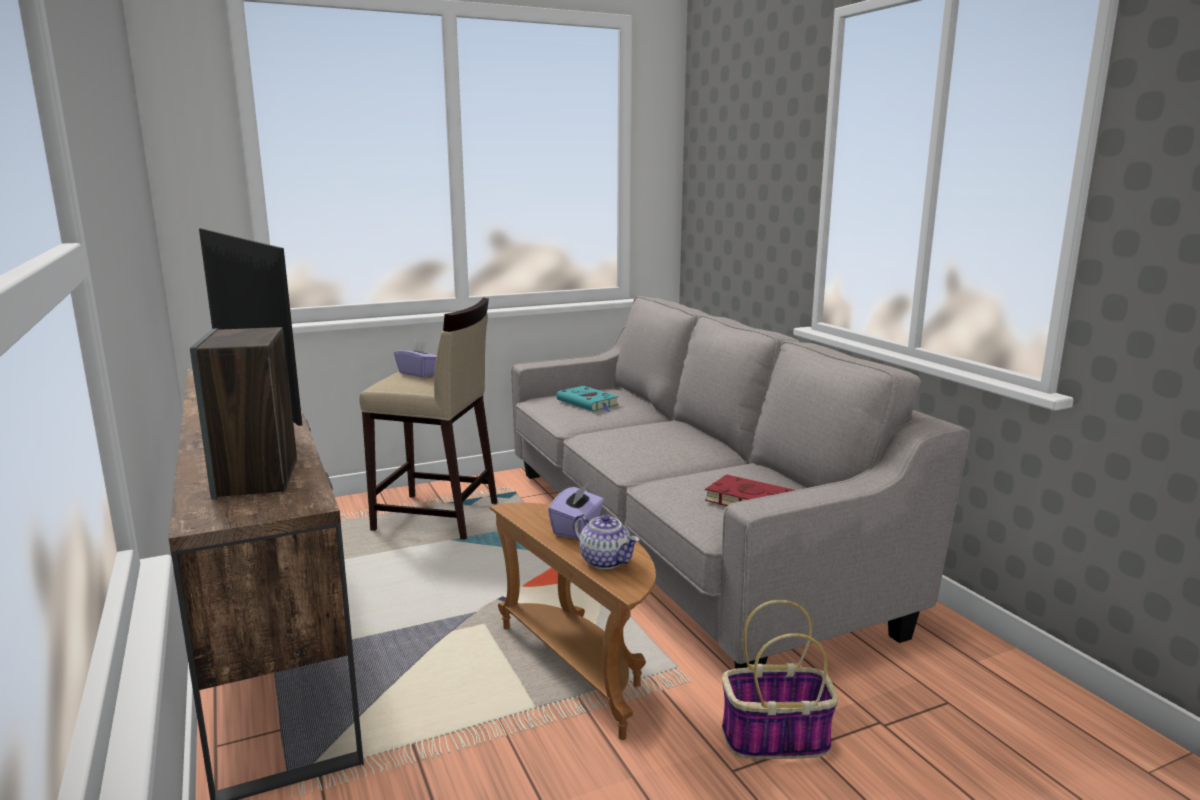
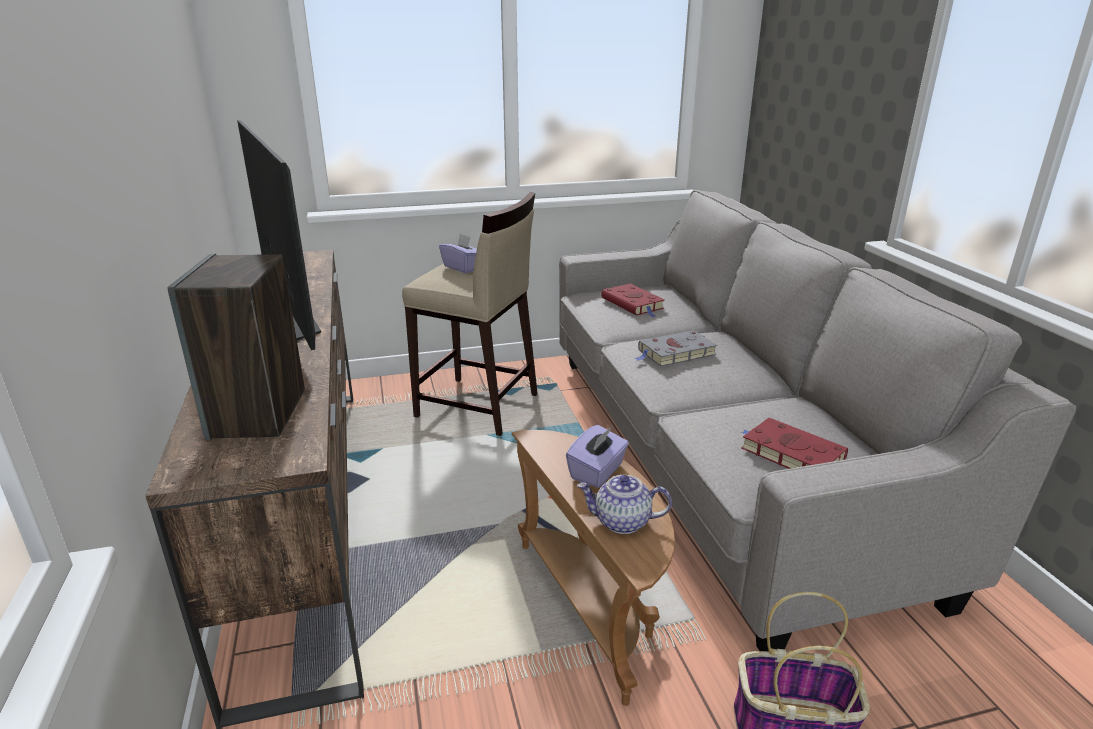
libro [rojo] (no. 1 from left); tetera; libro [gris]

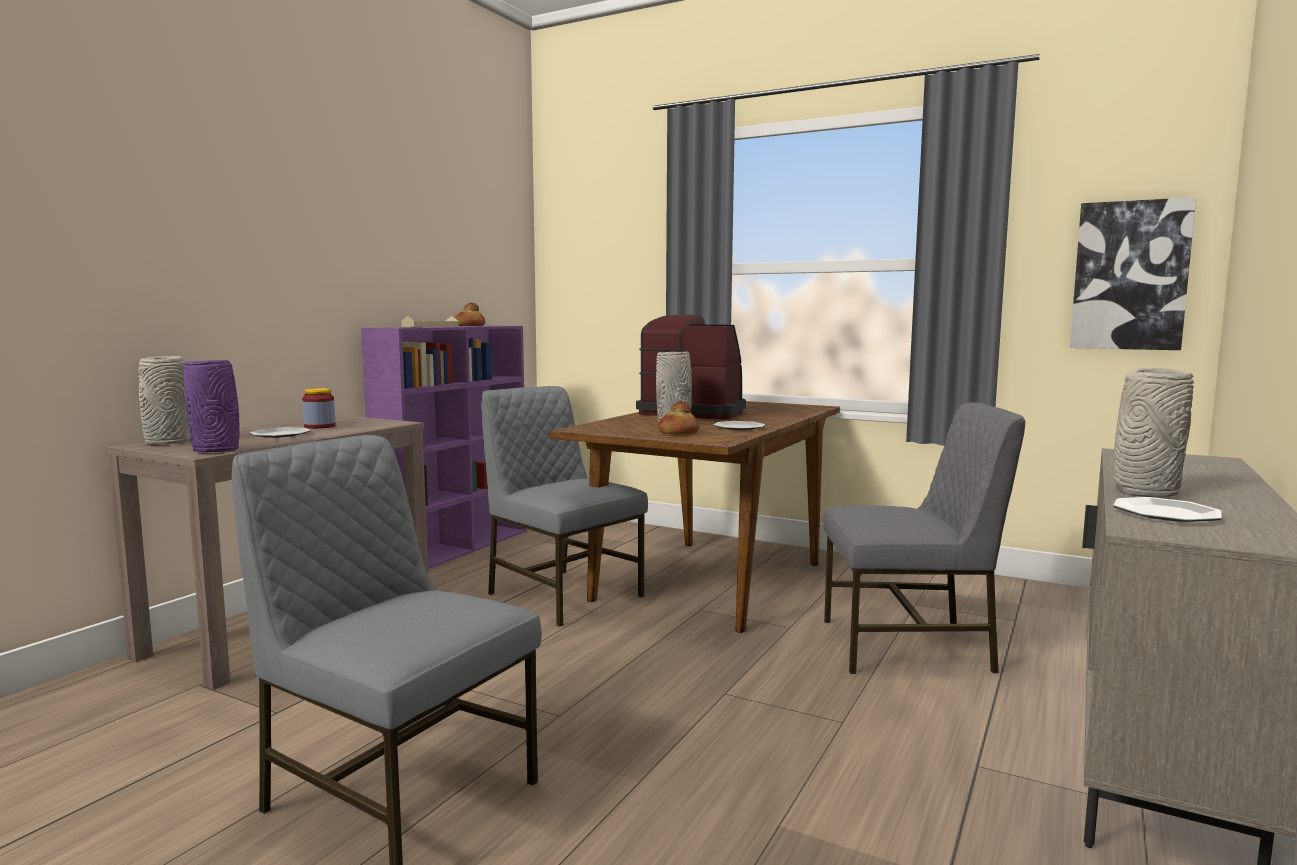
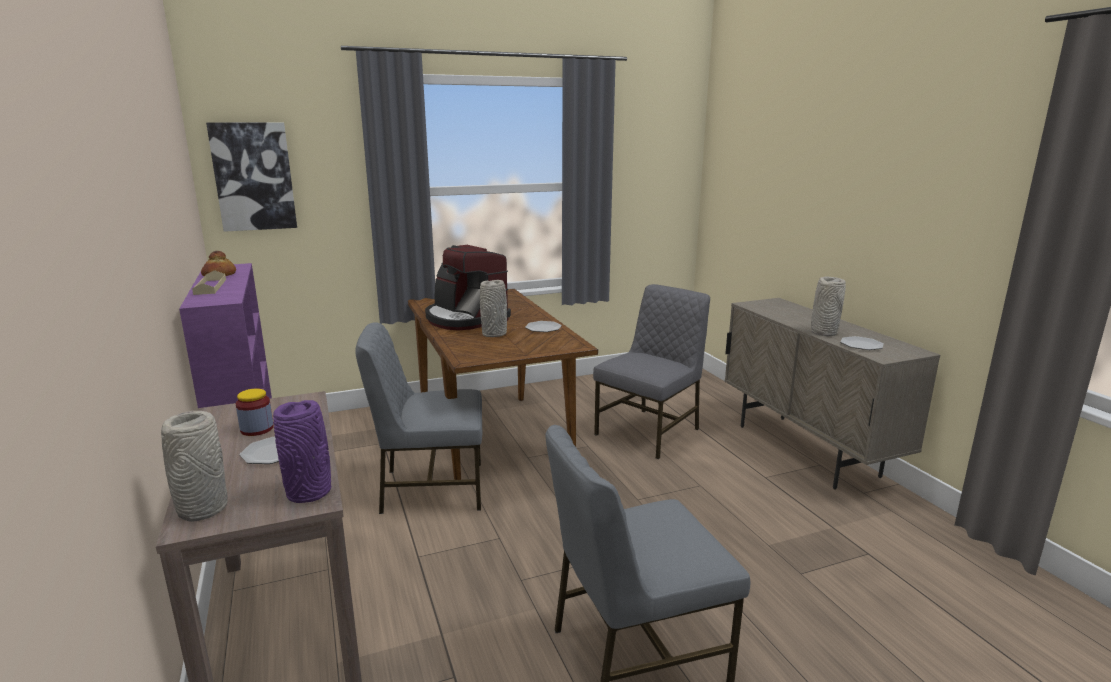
cuadro; cafetera; pan (no. 2 from left in the first image)

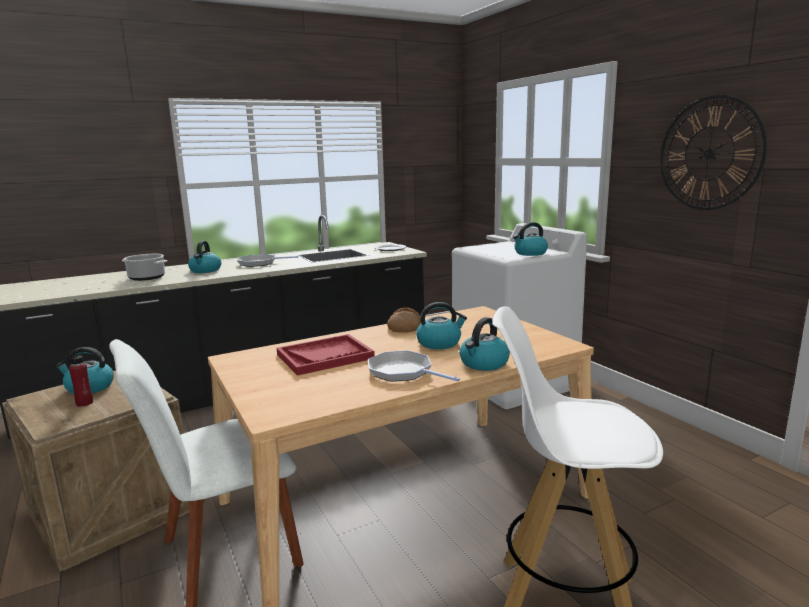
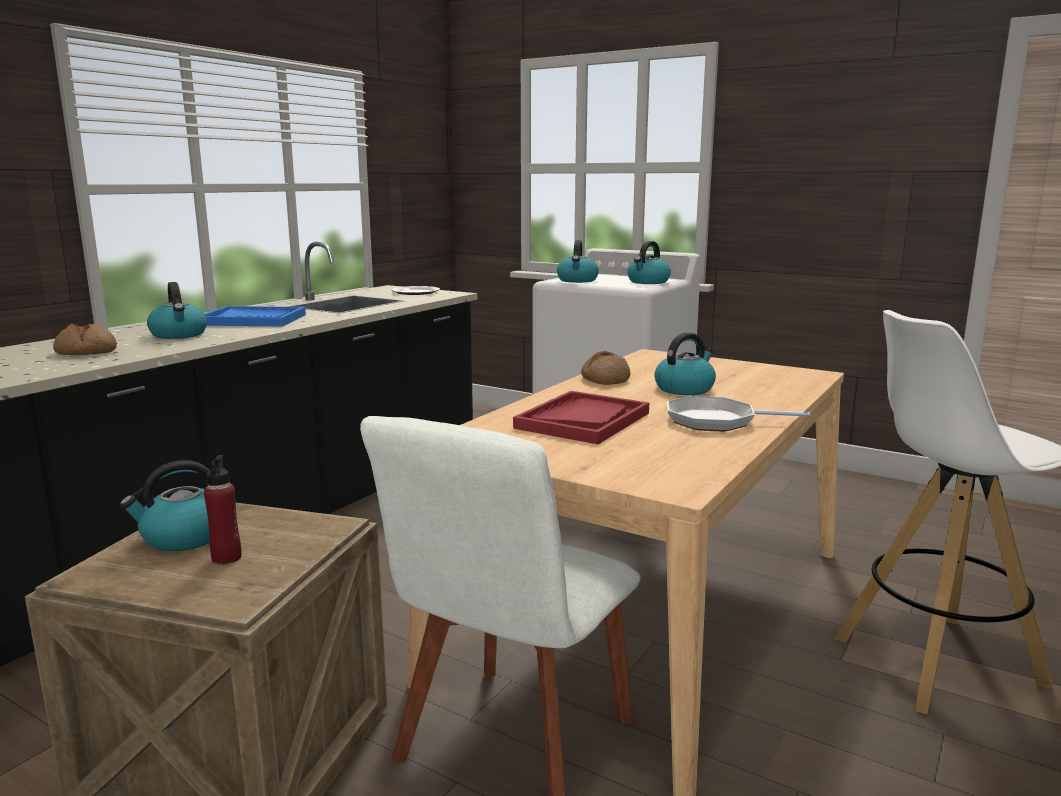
reloj de pared; pan (no. 1 from left); bandeja [azul]; hervidor (no. 3 from left)

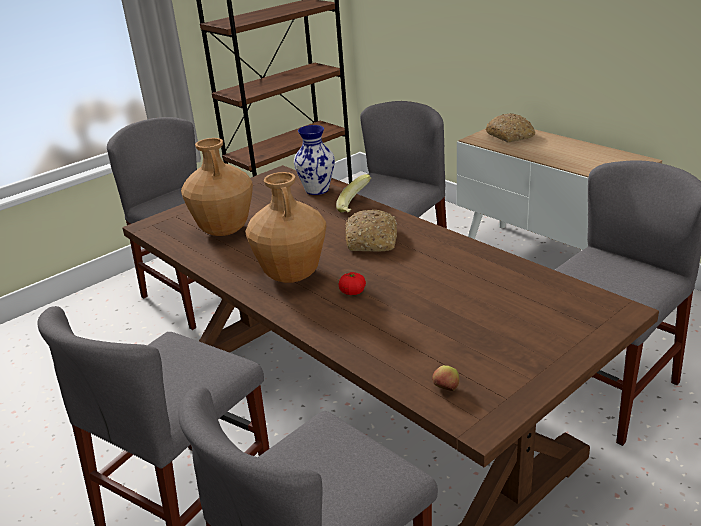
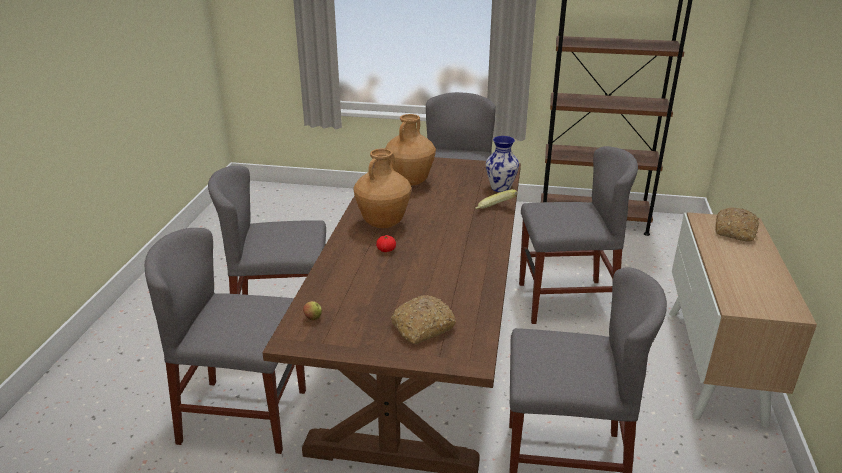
pan (no. 1 from left)

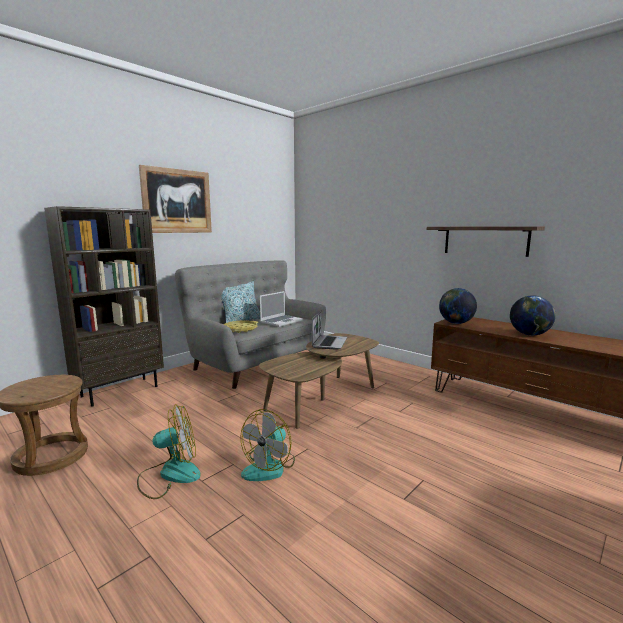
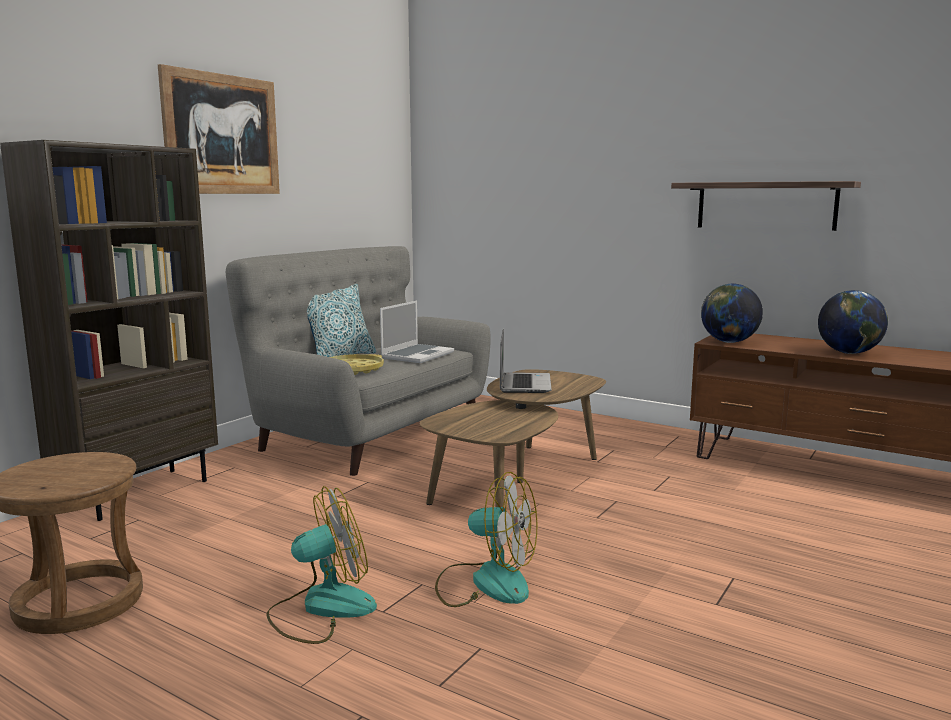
ventilador (no. 2 from left)

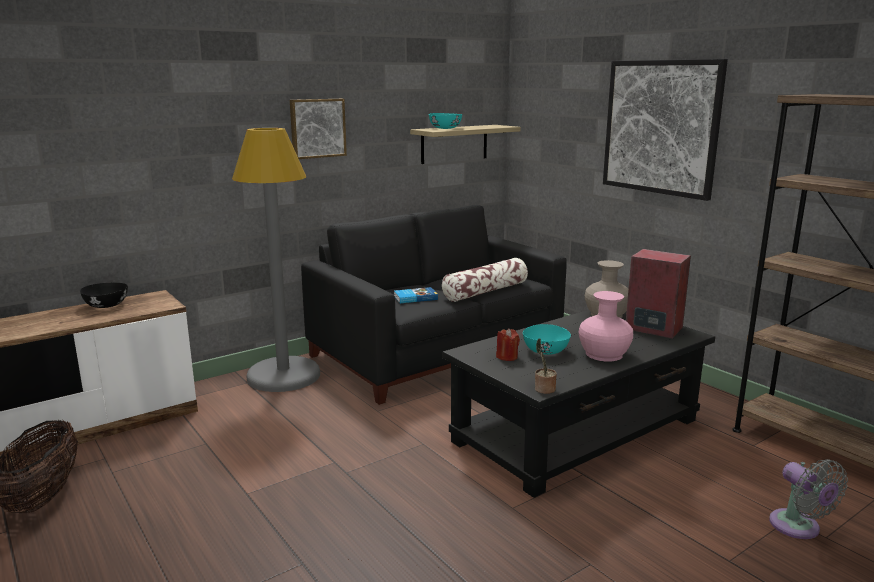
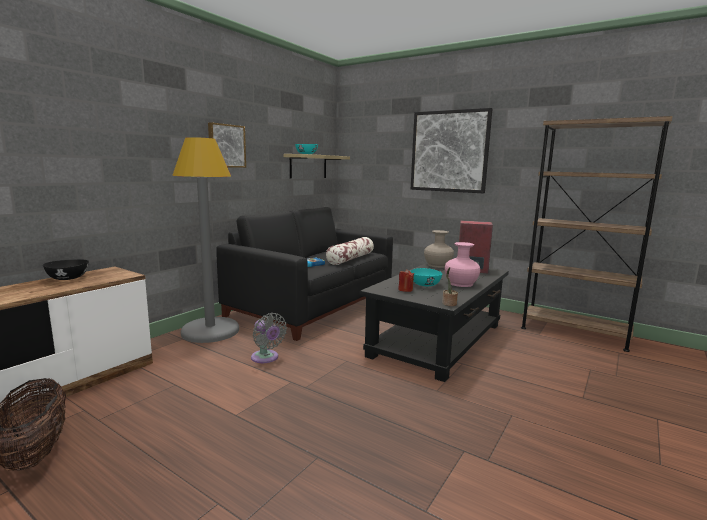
ventilador [gris]

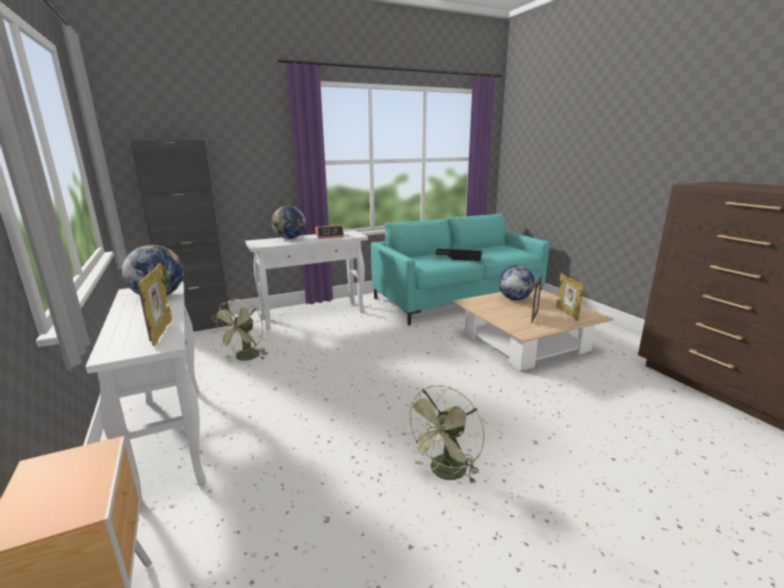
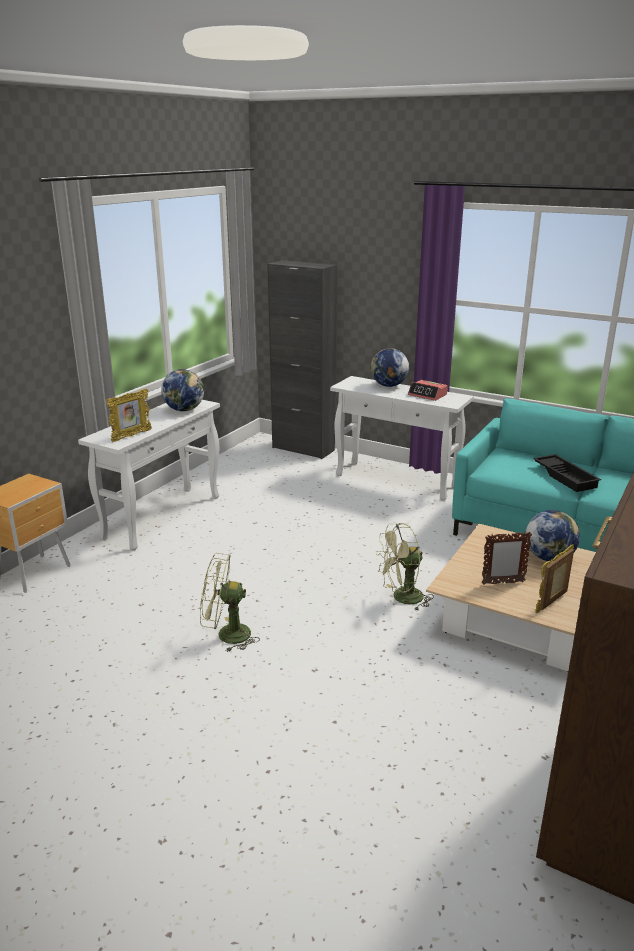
ventilador [verde] (no. 2 from left)

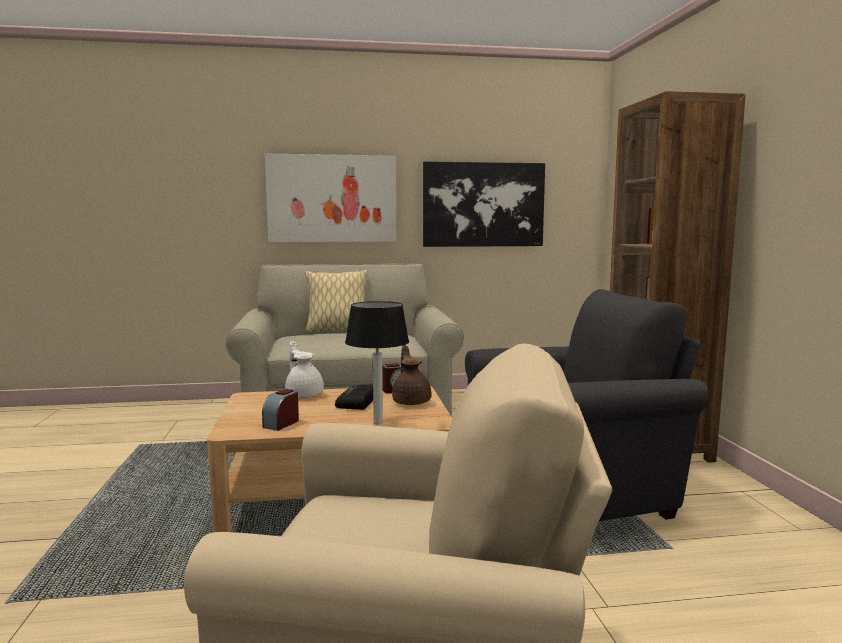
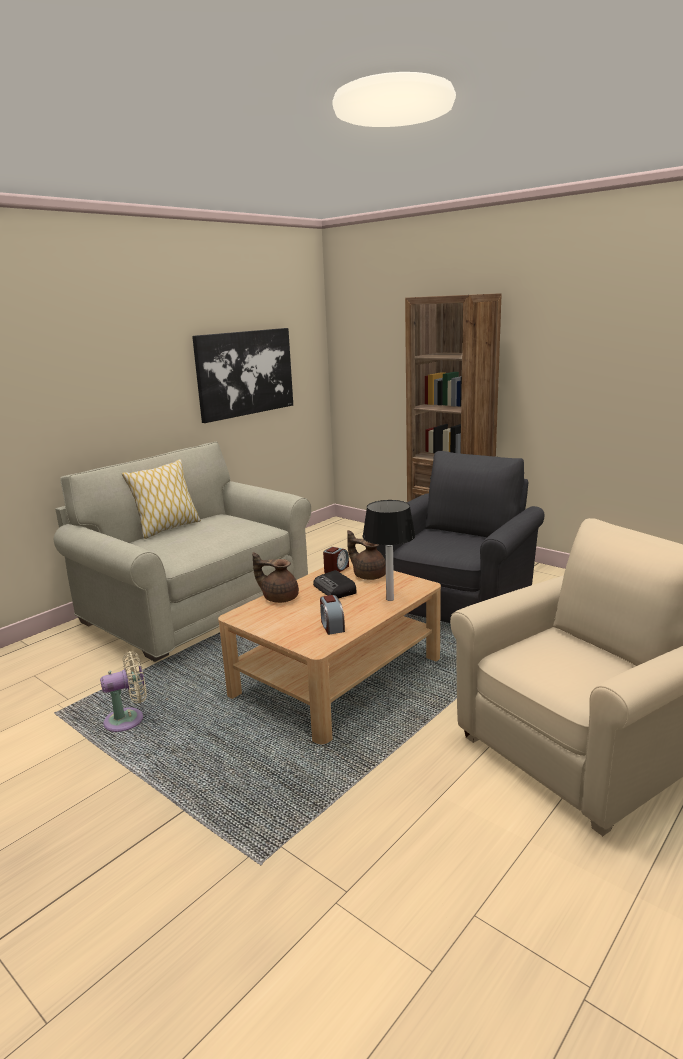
cuadro (no. 1 from left in the first image); tetera [marrón] (no. 1 from left); ventilador [beis]

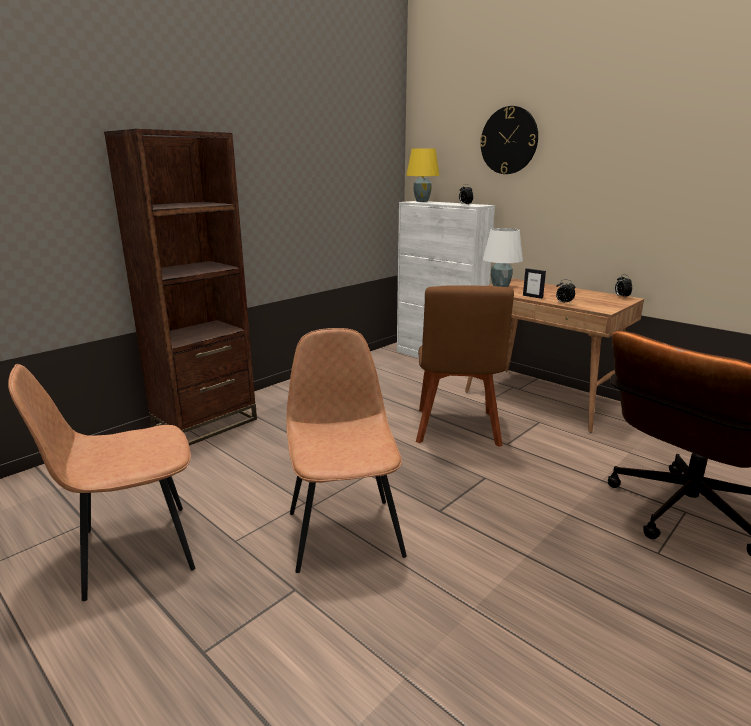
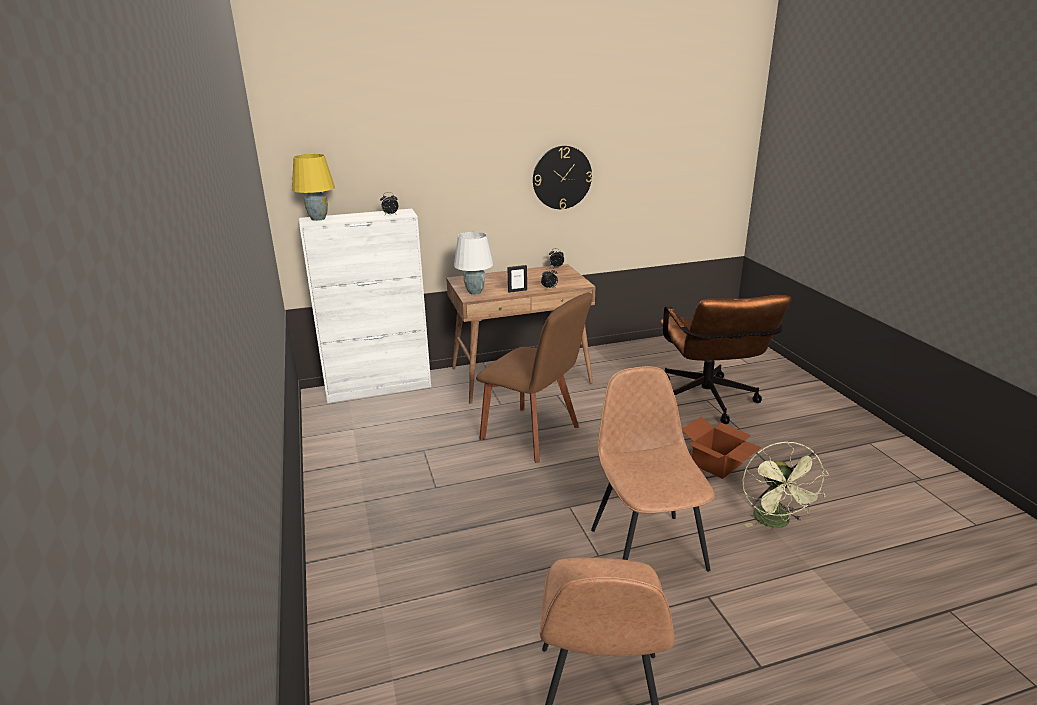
reloj de pared; estantería [marrón]; silla [marrón] (no. 3 from left); caja de cartón; ventilador [verde]

